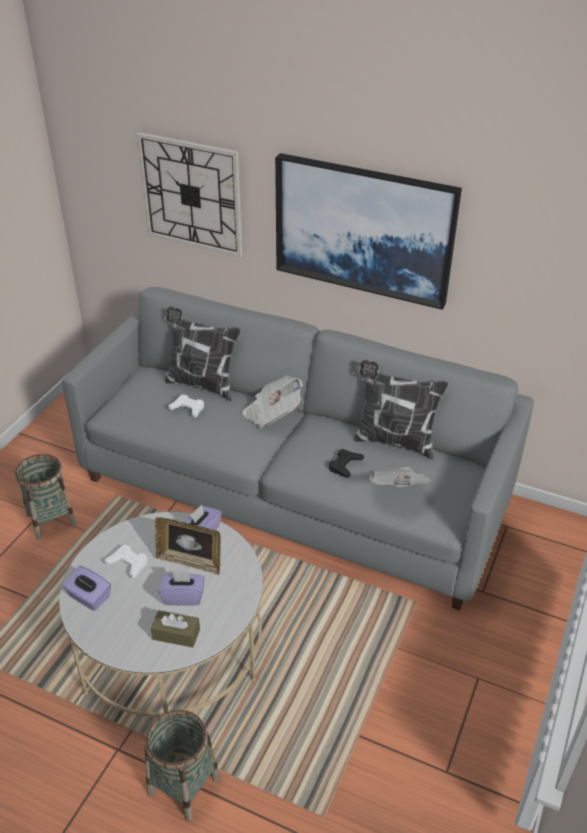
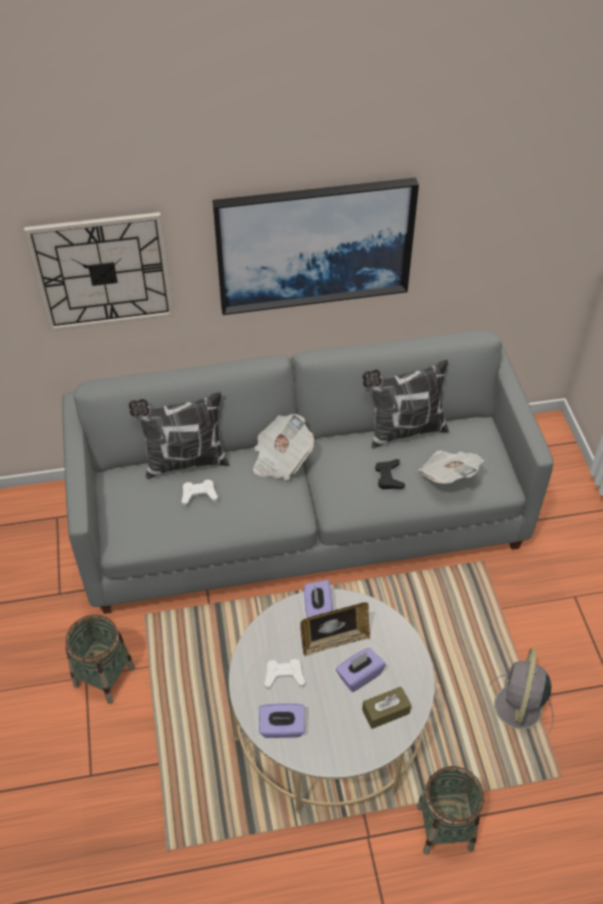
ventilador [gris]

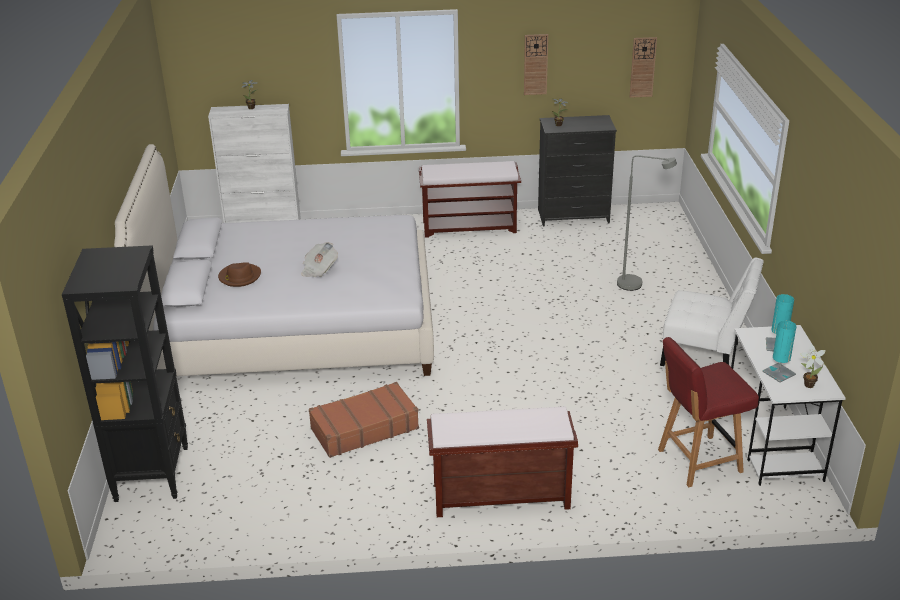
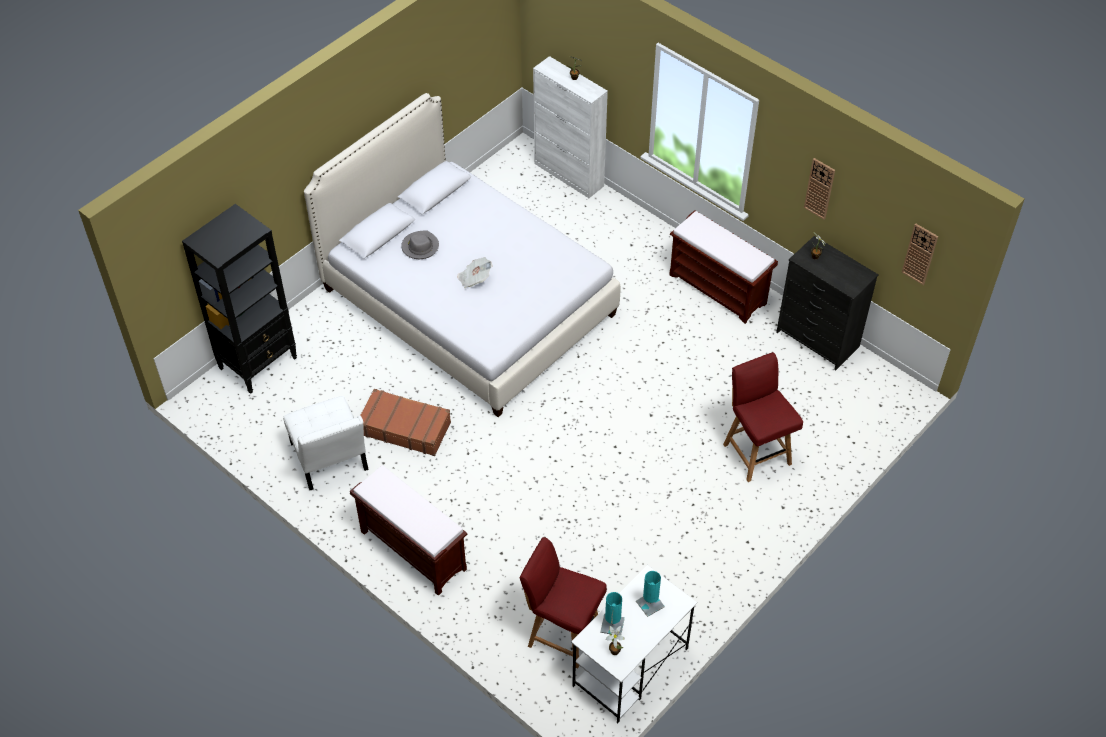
silla [rojo] (no. 2 from left); silla [blanco]; sombrero [gris]

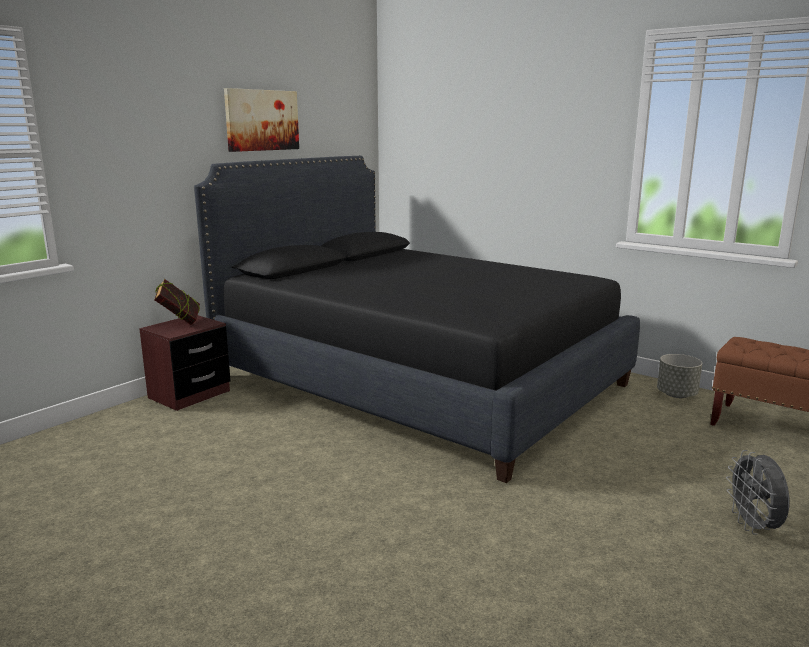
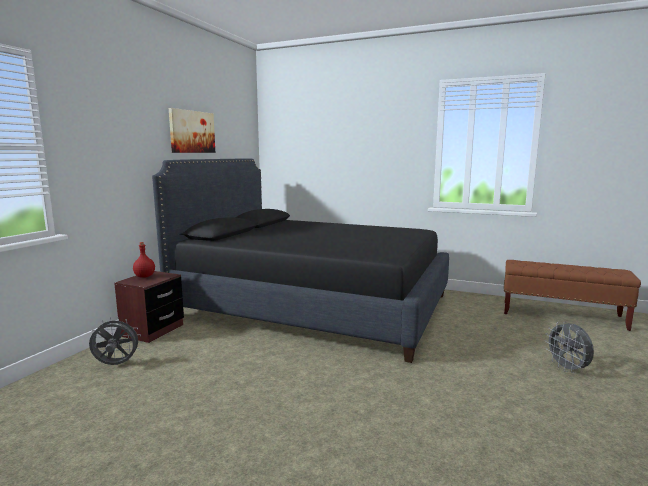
botella [rojo]; maceta [gris]; ventilador [gris] (no. 1 from left)

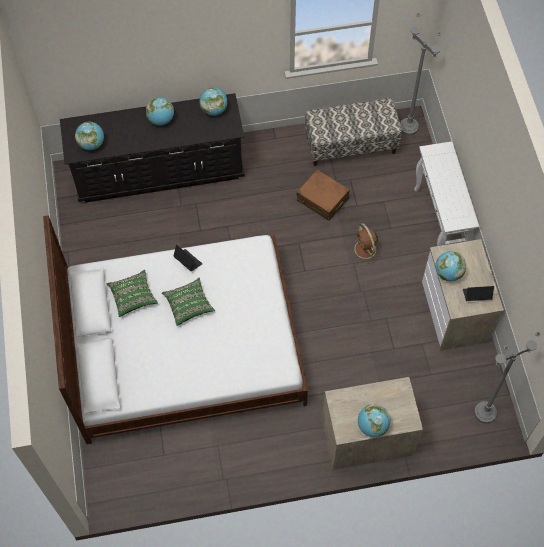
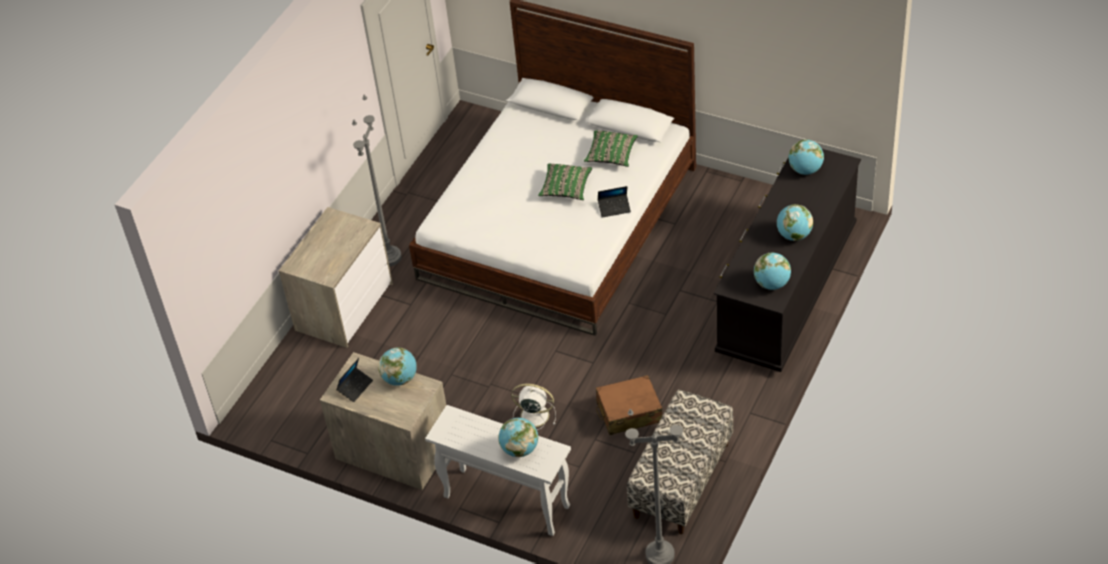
ventilador [blanco]; lámpara de pie [gris] (no. 1 from left); globo terráqueo (no. 2 from left)

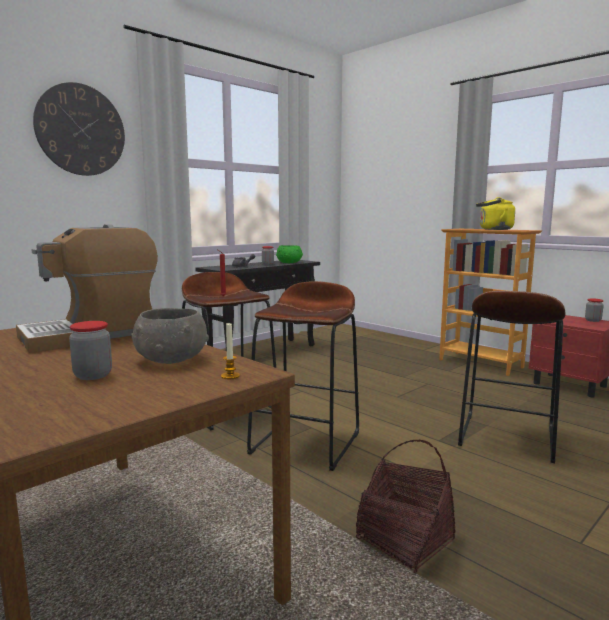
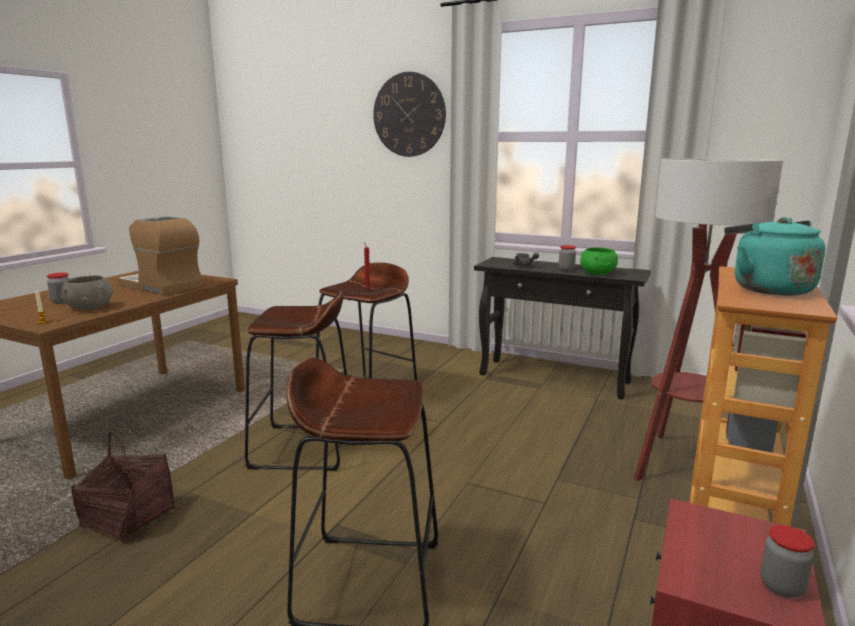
hervidor [turquesa]; lámpara de pie

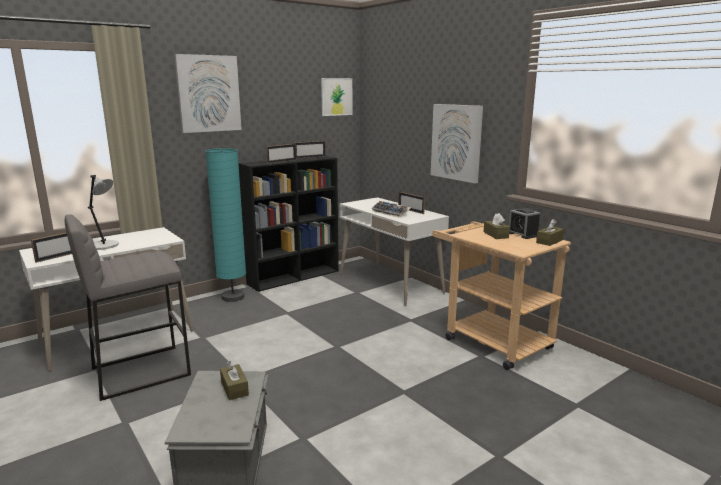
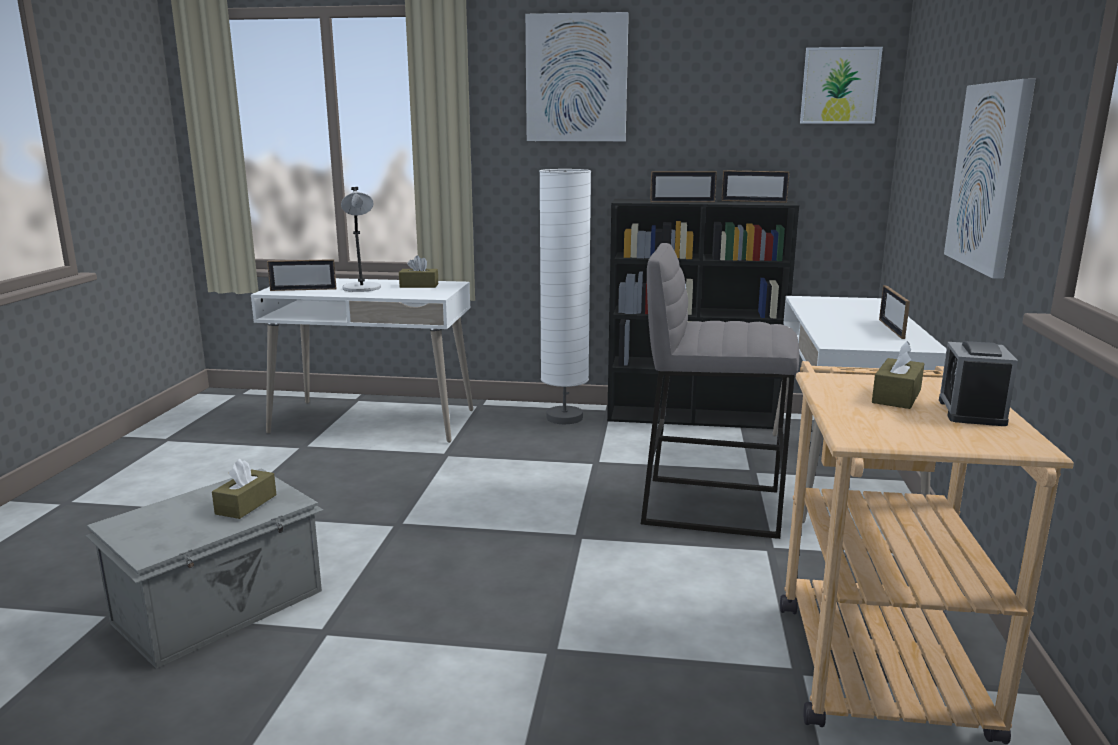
lámpara de pie [blanco]; teclado; taburete [gris]; caja de pañuelos [marrón] (no. 2 from left)

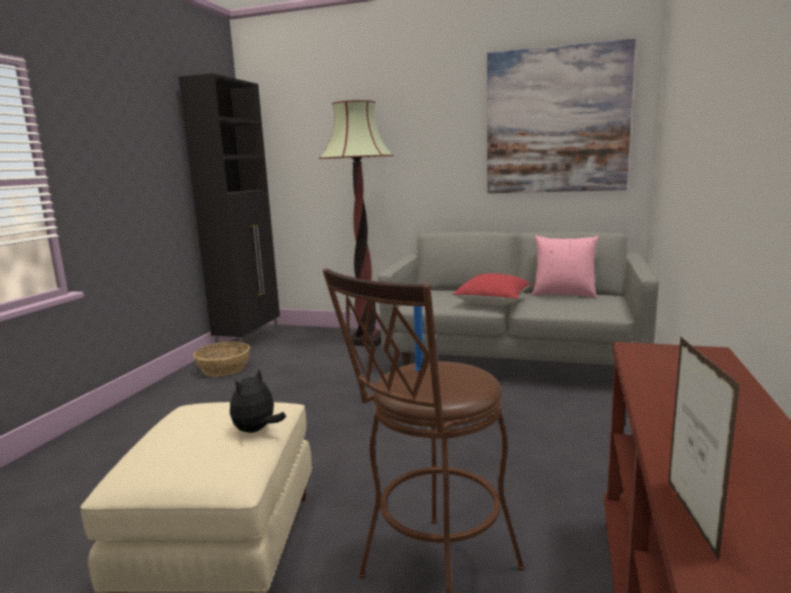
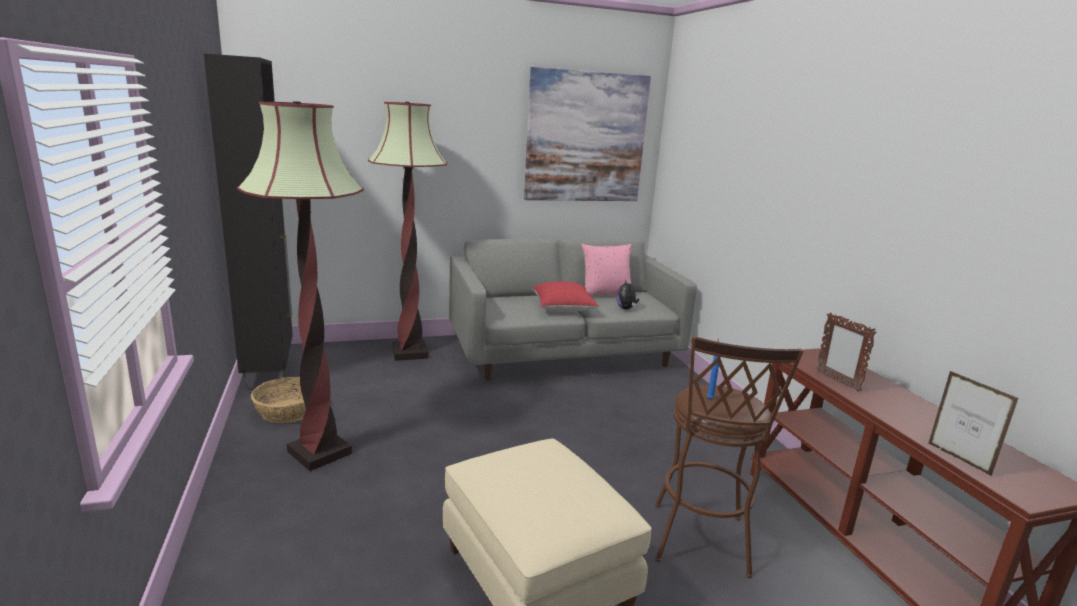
peluche; lámpara de pie (no. 1 from left); portarretratos (no. 1 from left)

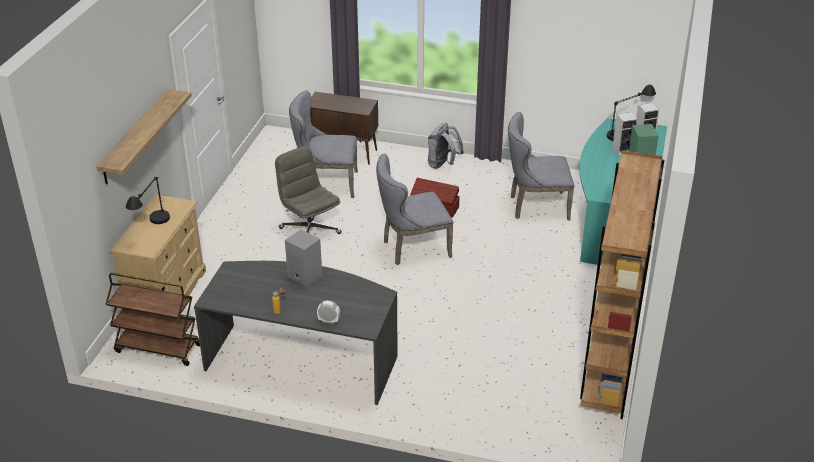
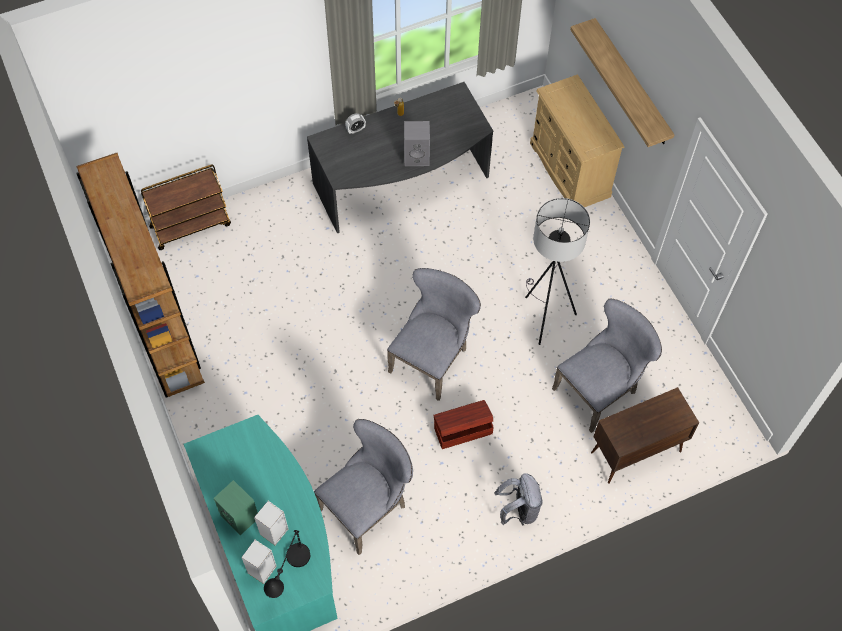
lámpara de pie [gris]; lámpara de mesa [negro] (no. 1 from left in the first image); carrito [marrón]

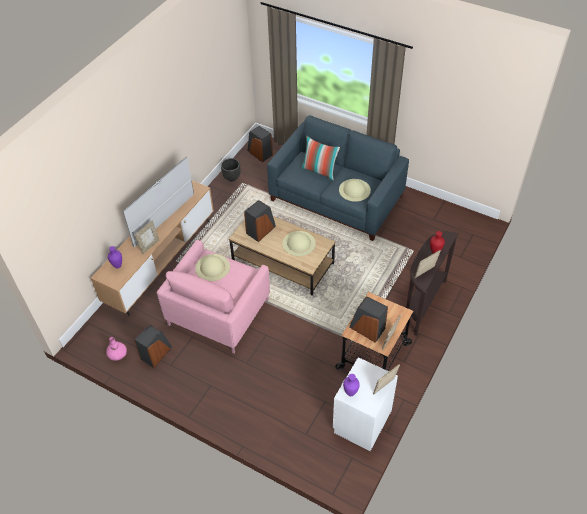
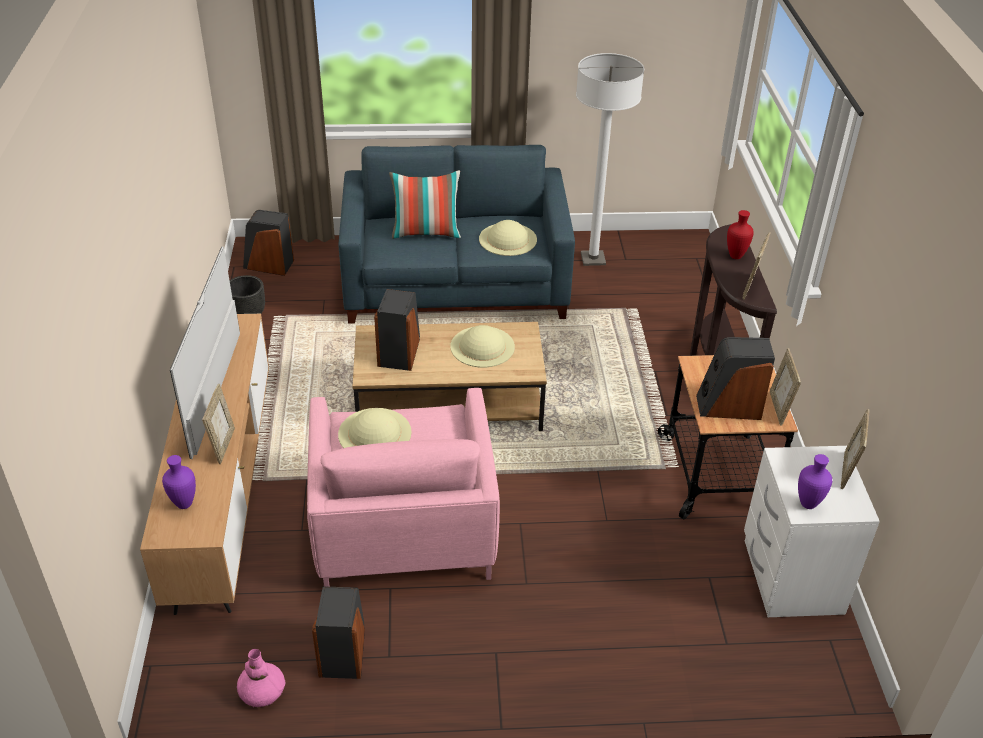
lámpara de pie [blanco]

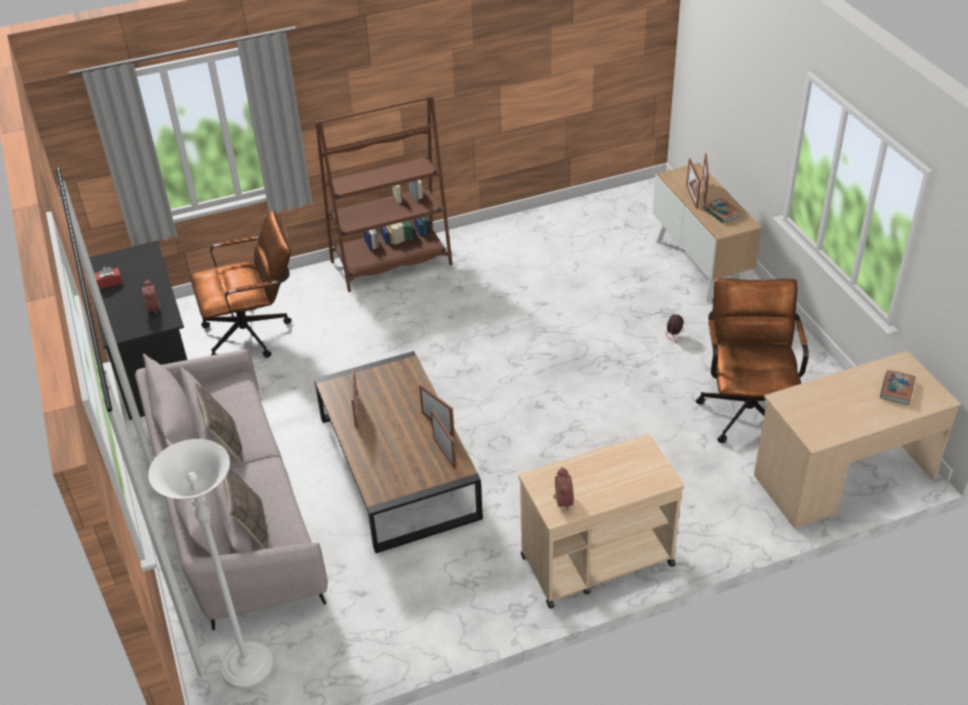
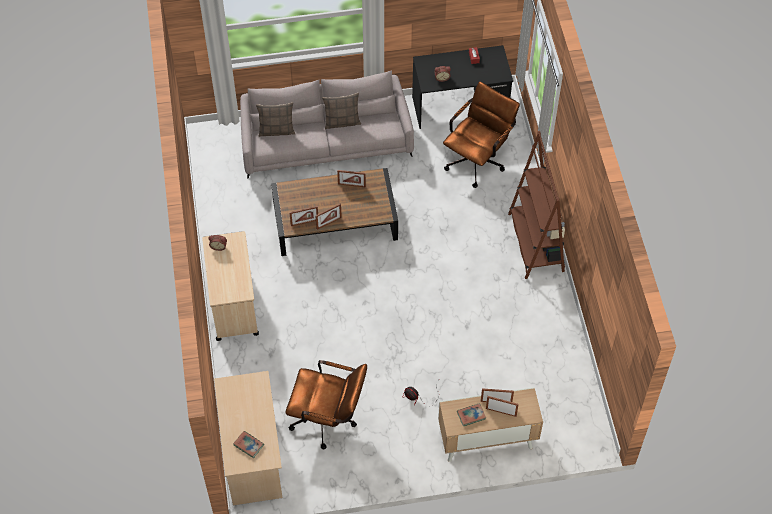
silla de oficina [marrón] (no. 2 from left); lámpara de pie [blanco]

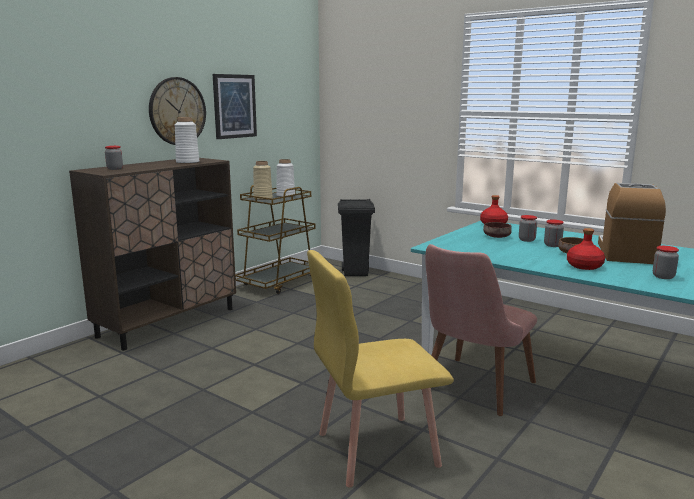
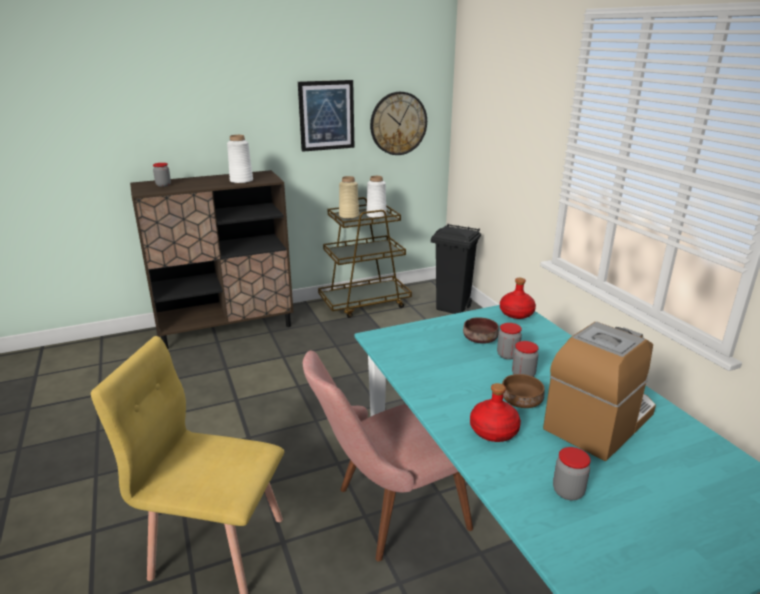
reloj de pared

